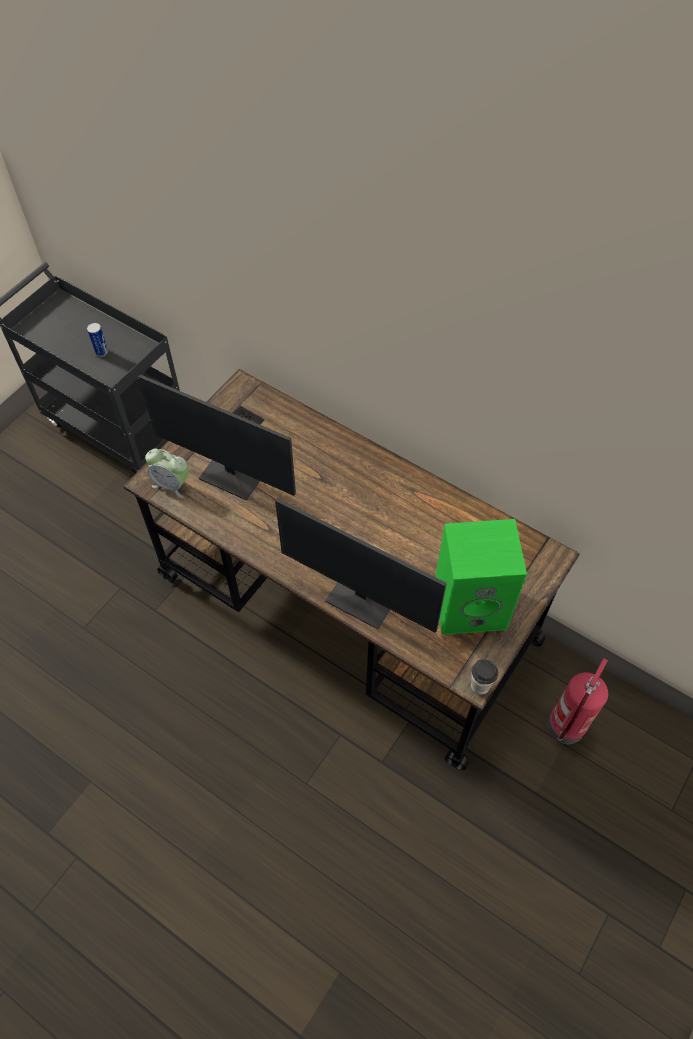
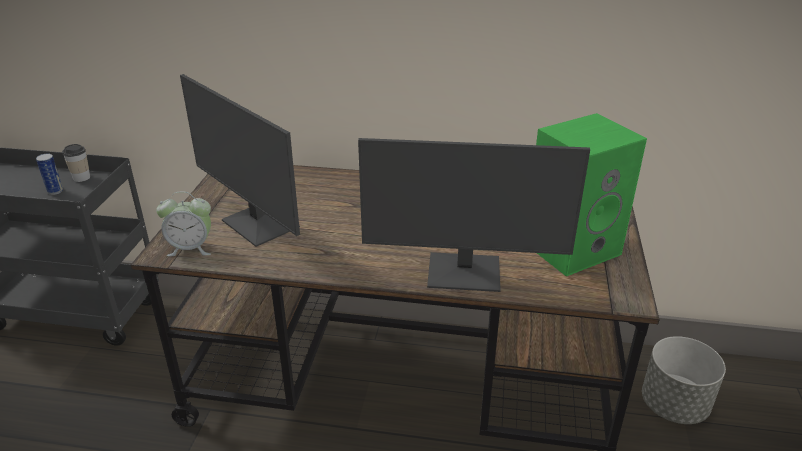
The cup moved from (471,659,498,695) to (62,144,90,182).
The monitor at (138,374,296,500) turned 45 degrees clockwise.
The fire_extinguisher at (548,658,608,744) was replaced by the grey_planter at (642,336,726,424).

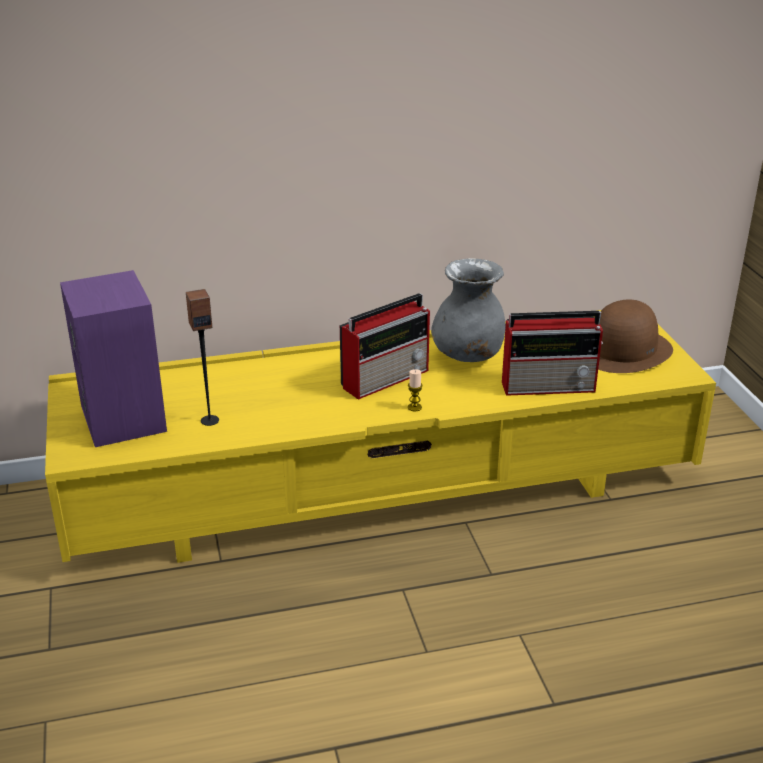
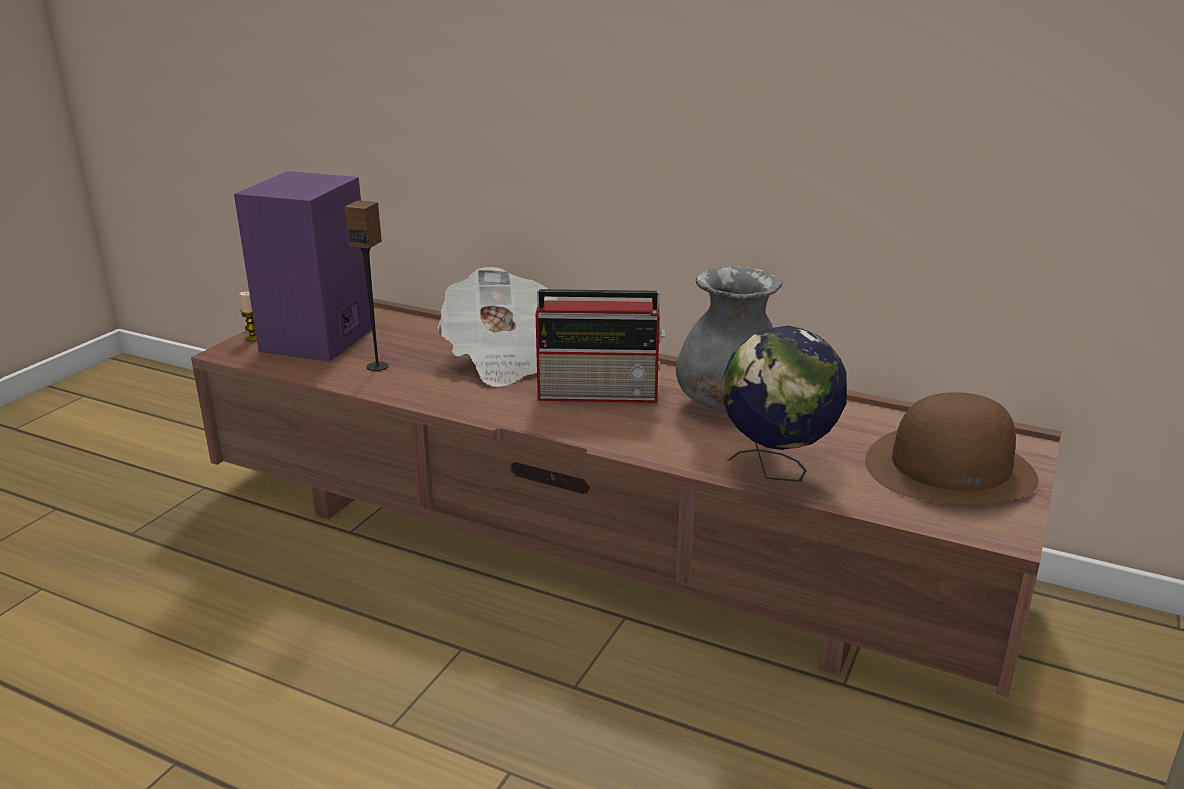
The yellow_tv_stand at (45,310,716,563) became the brown_tv_stand at (191,298,1061,698).
The candle moved from (408,369,422,412) to (239,292,257,341).
The newspaper at (438,267,559,387) appeared.
The radio at (502,311,603,396) was replaced by the globe at (722,325,847,482).

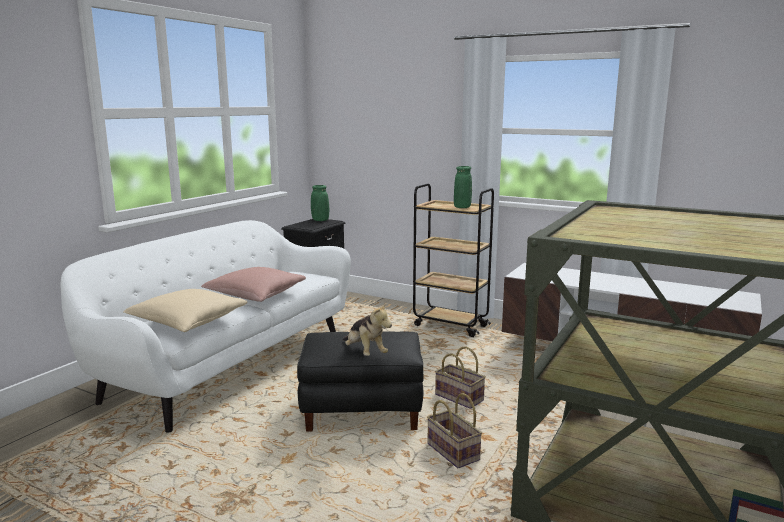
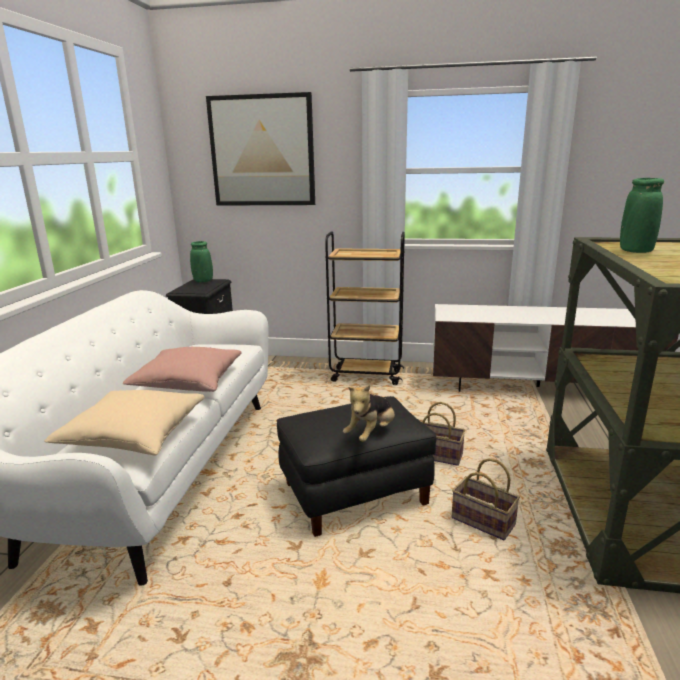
The picture at (206,92,315,206) appeared.
The plush_toy at (343,302,392,356) turned 90 degrees clockwise.
The green_vase moved from (454,166,472,208) to (620,178,664,253).

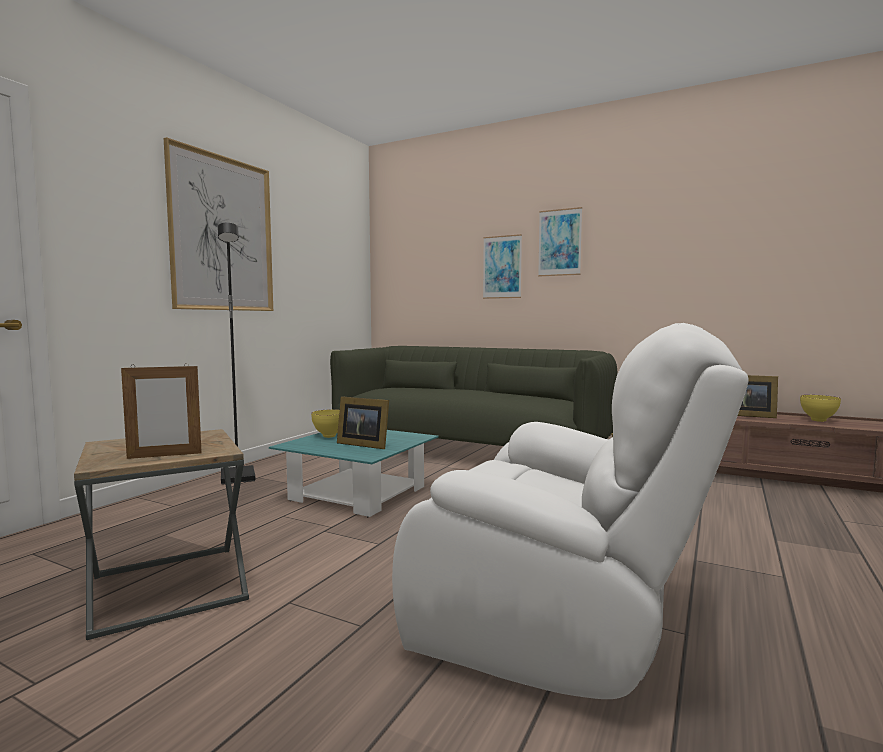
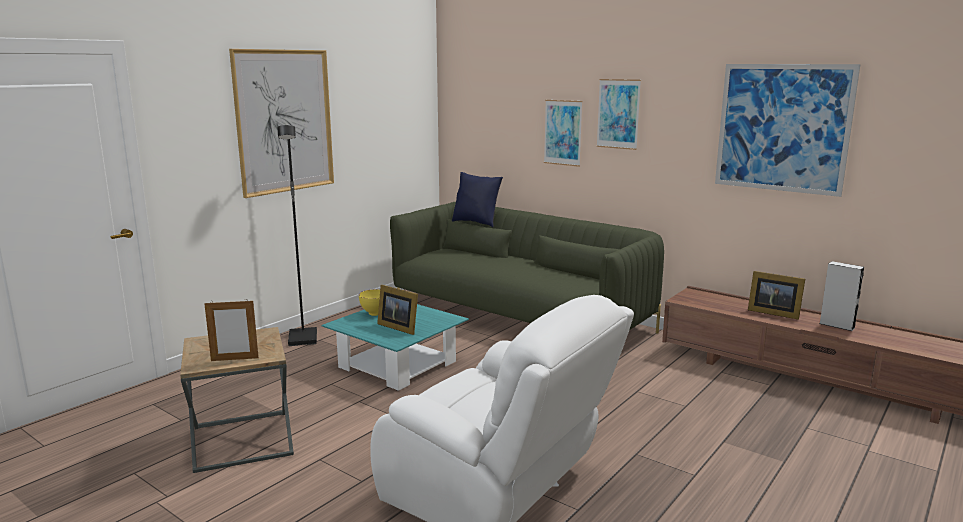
The blue_pillow at (452,172,503,227) appeared.
The picture at (715,64,860,197) appeared.
The yellow_bowl at (800,395,841,422) was replaced by the grey_speaker at (819,261,864,331).

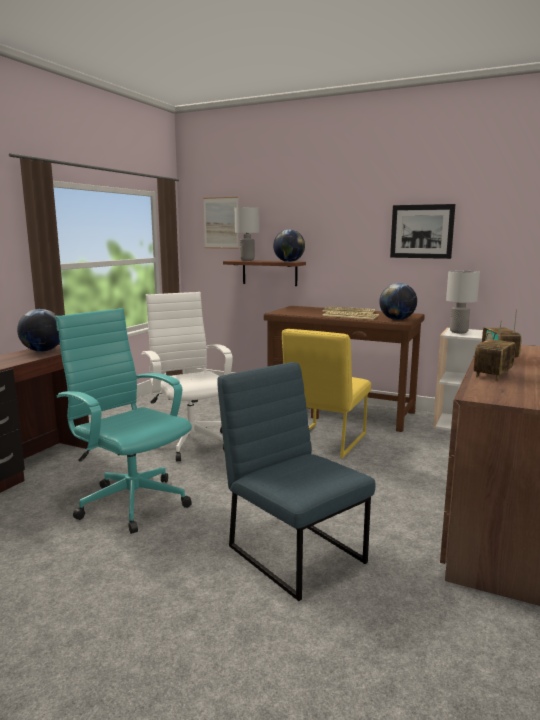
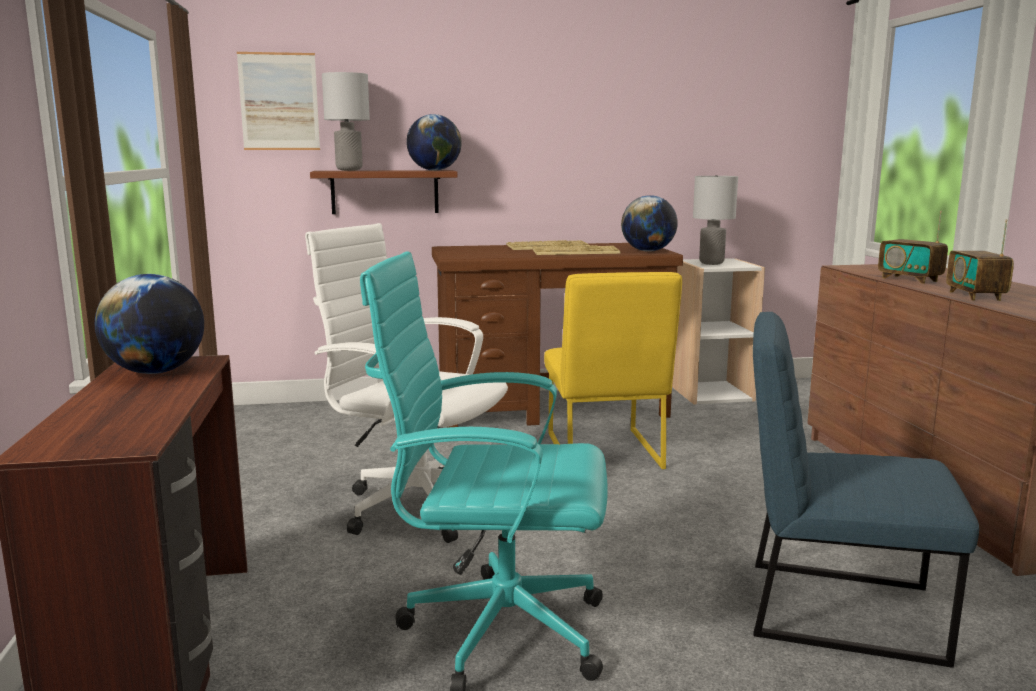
The picture at (390,204,455,259) disappeared.

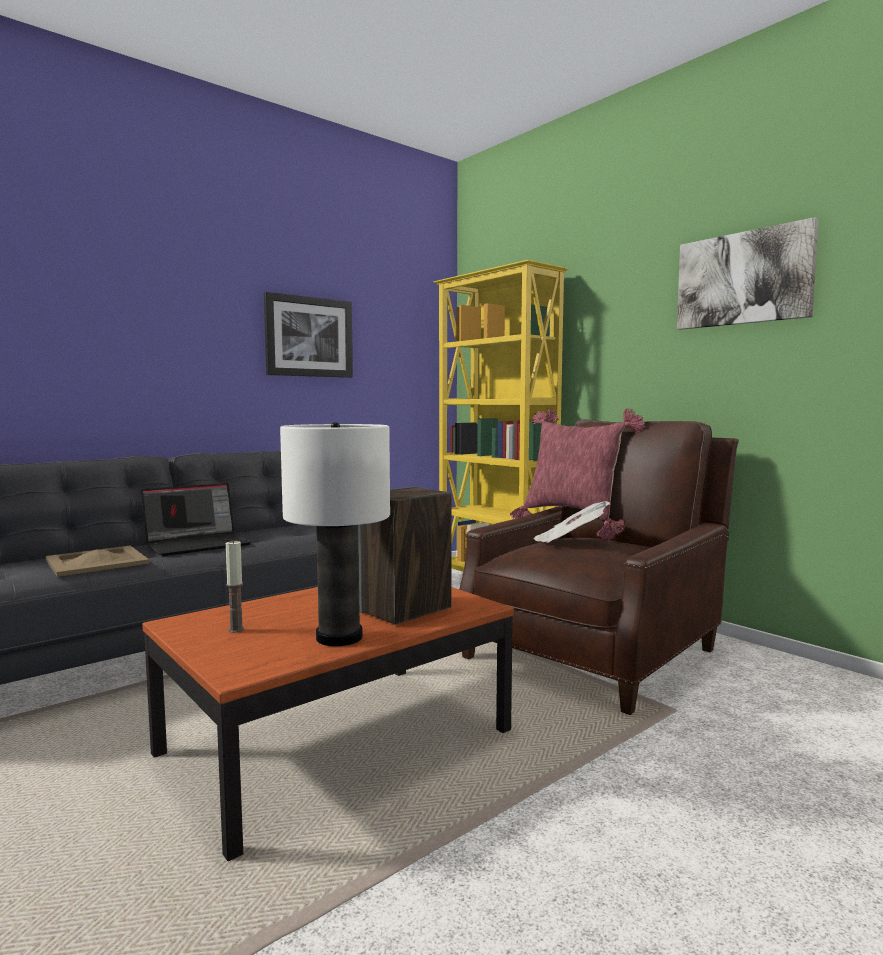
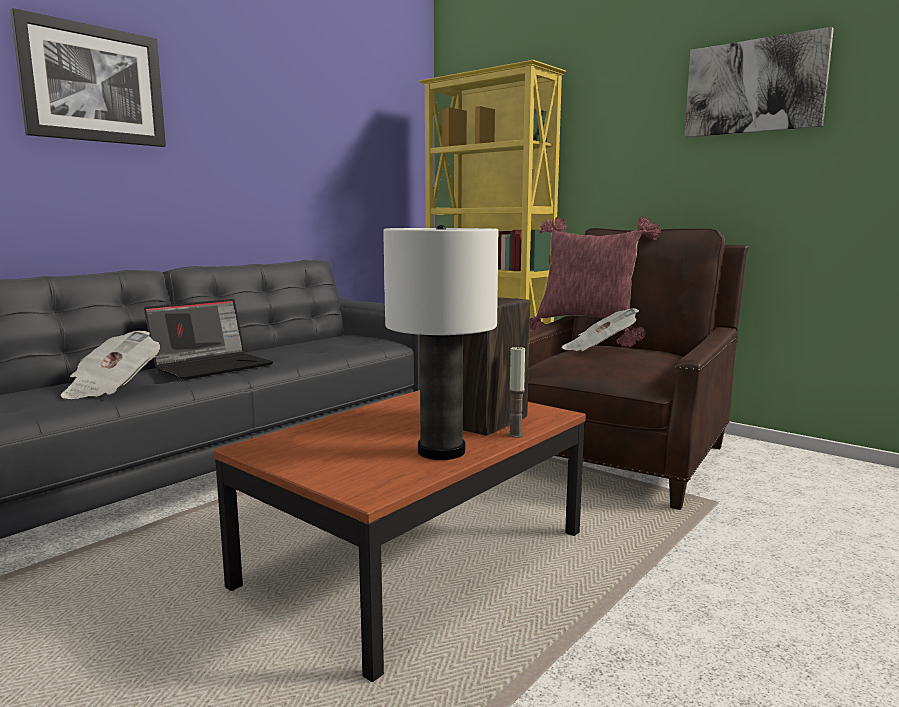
The picture moved from (264,292,353,378) to (10,8,166,147).
The beige_tray at (46,546,149,577) was replaced by the newspaper at (60,331,160,399).
The candle moved from (226,540,244,633) to (508,345,525,438).

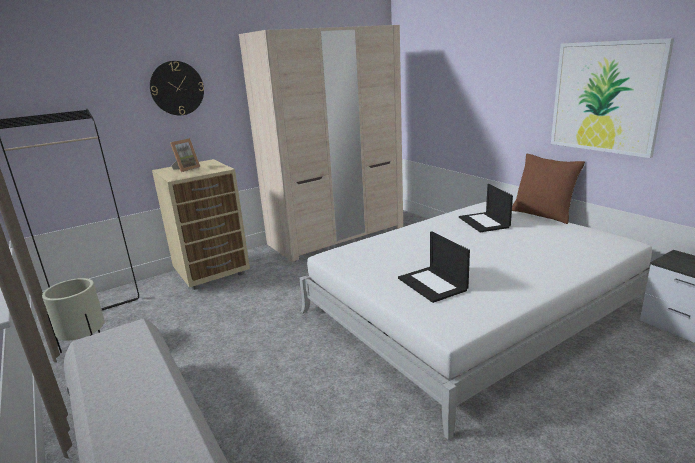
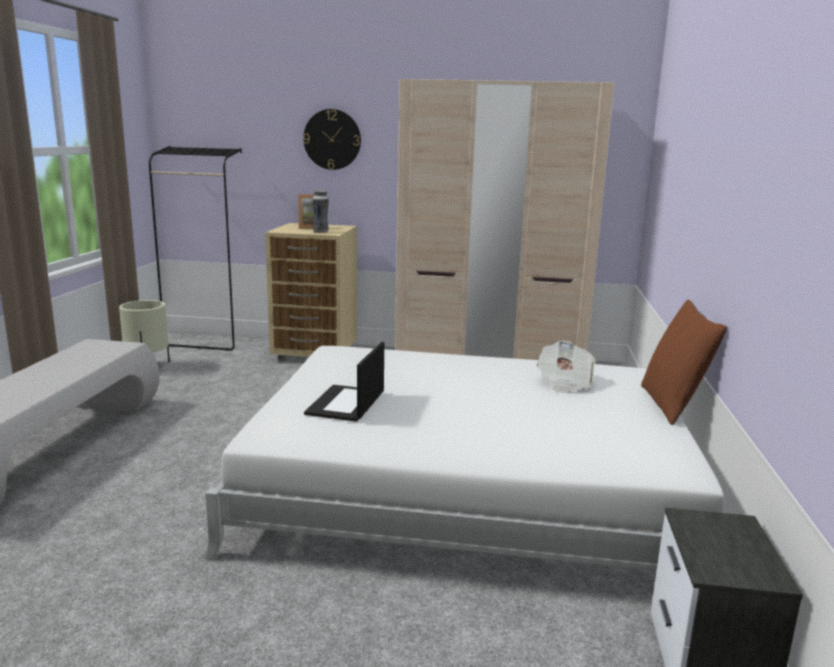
The vase at (312,191,329,233) appeared.
The laptop at (459,184,513,232) was replaced by the newspaper at (536,341,596,393).
The picture at (551,38,674,158) disappeared.

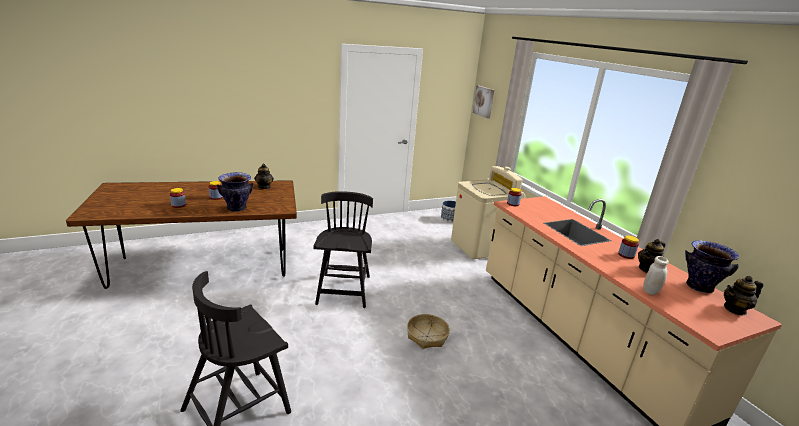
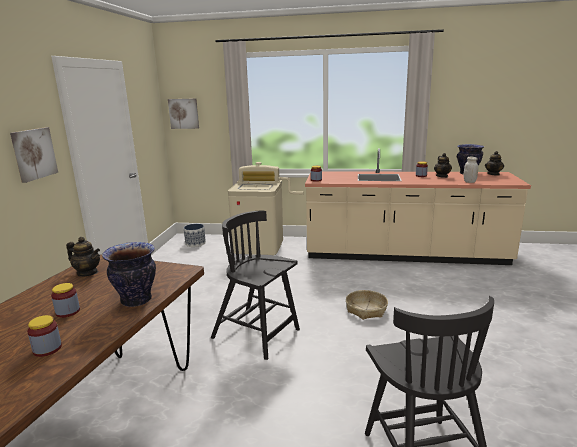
The picture at (10,127,58,183) appeared.

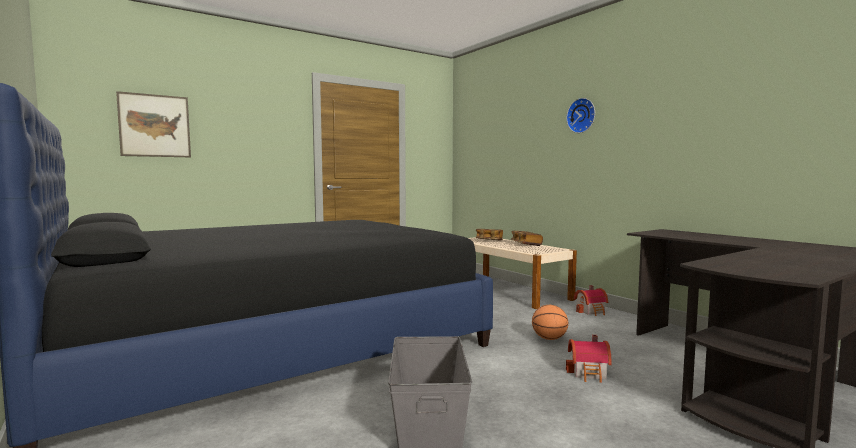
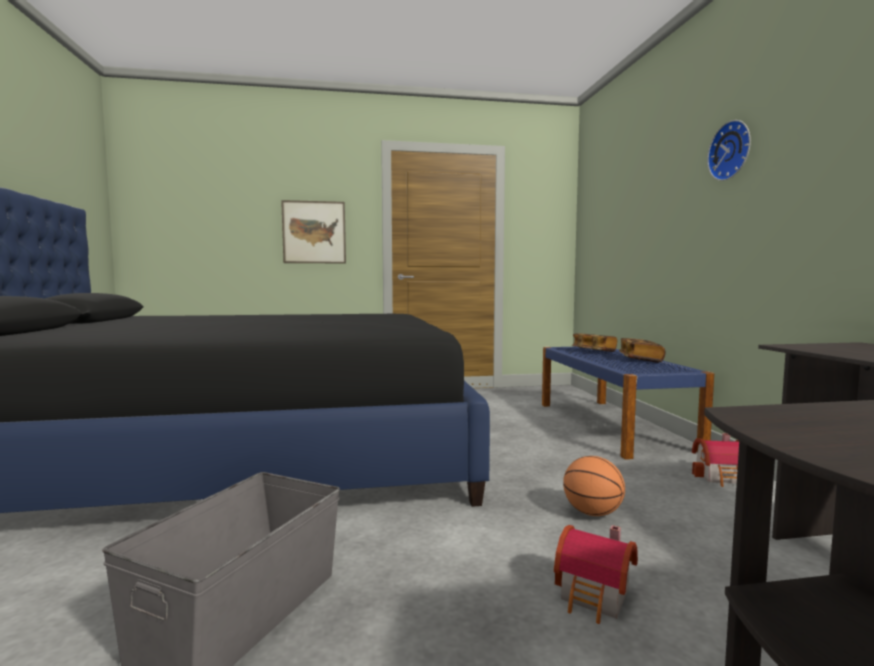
The picture moved from (116,91,191,157) to (281,200,346,263).
The beige_bench at (468,237,577,309) became the blue_bench at (542,347,714,460).

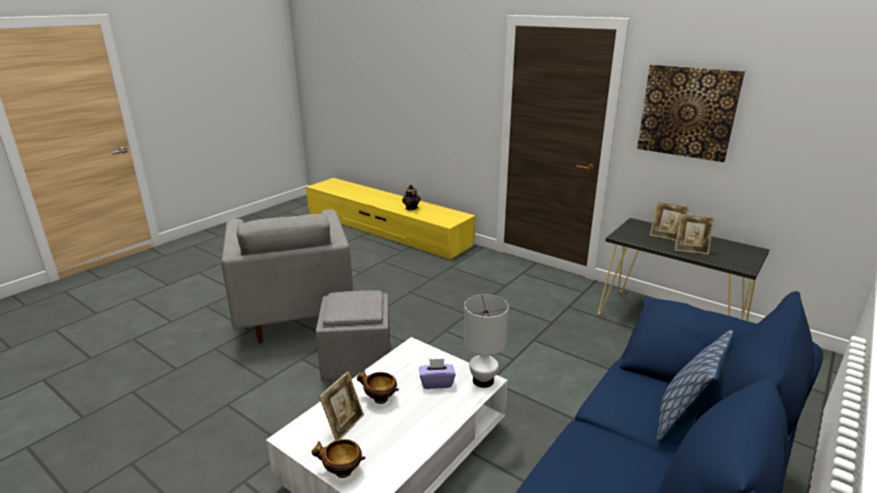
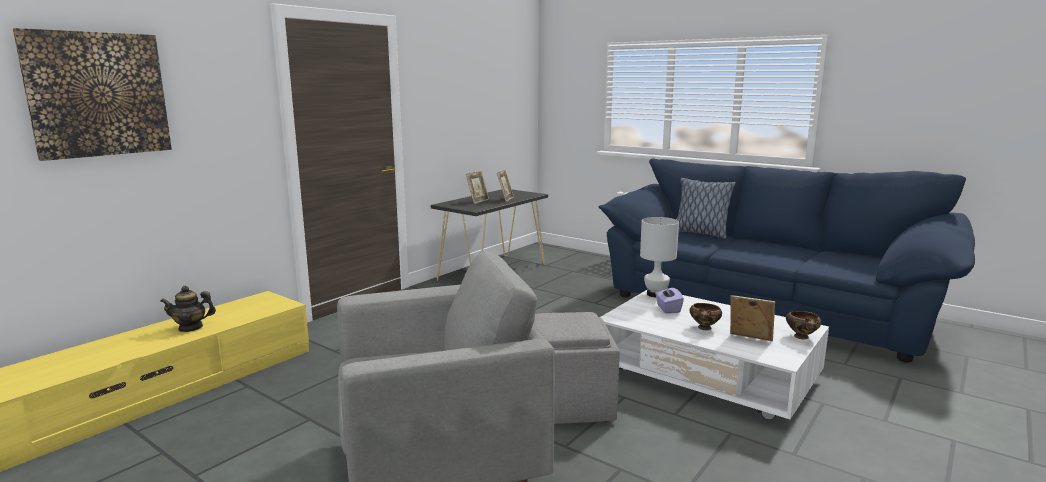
The picture moved from (637,65,745,162) to (13,28,172,161).

